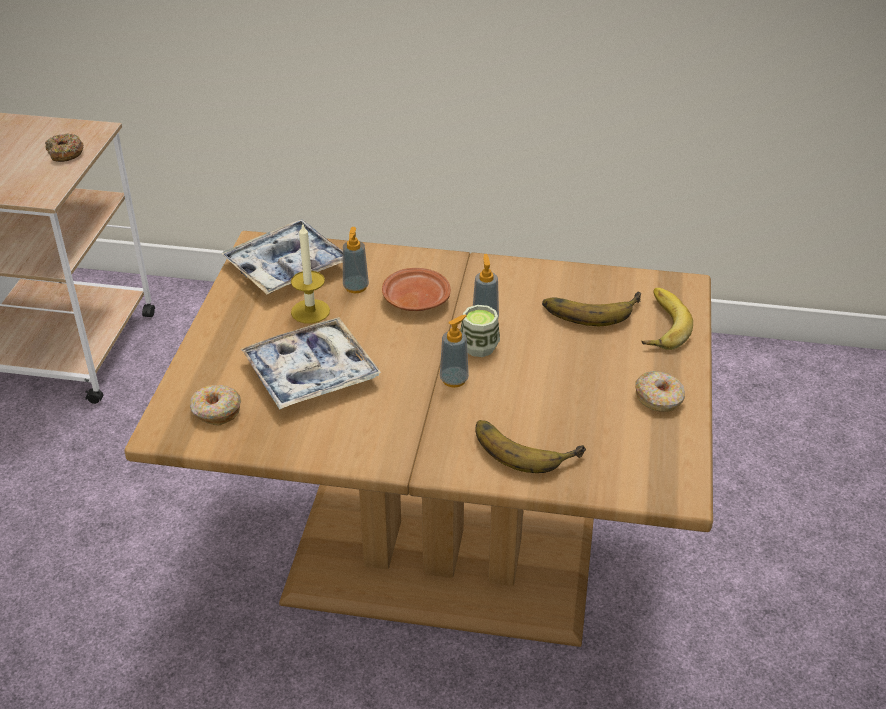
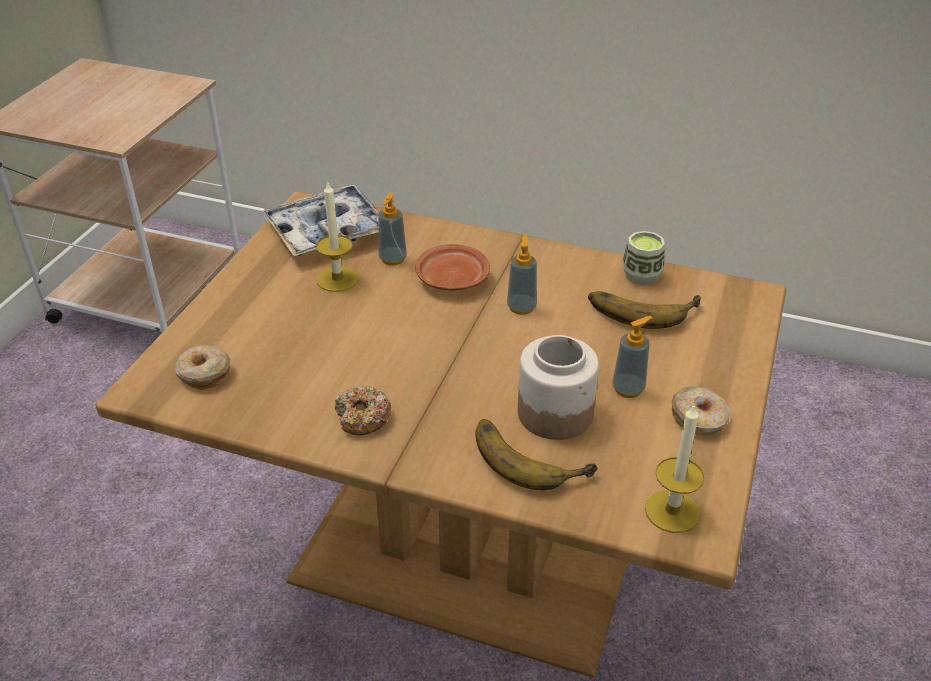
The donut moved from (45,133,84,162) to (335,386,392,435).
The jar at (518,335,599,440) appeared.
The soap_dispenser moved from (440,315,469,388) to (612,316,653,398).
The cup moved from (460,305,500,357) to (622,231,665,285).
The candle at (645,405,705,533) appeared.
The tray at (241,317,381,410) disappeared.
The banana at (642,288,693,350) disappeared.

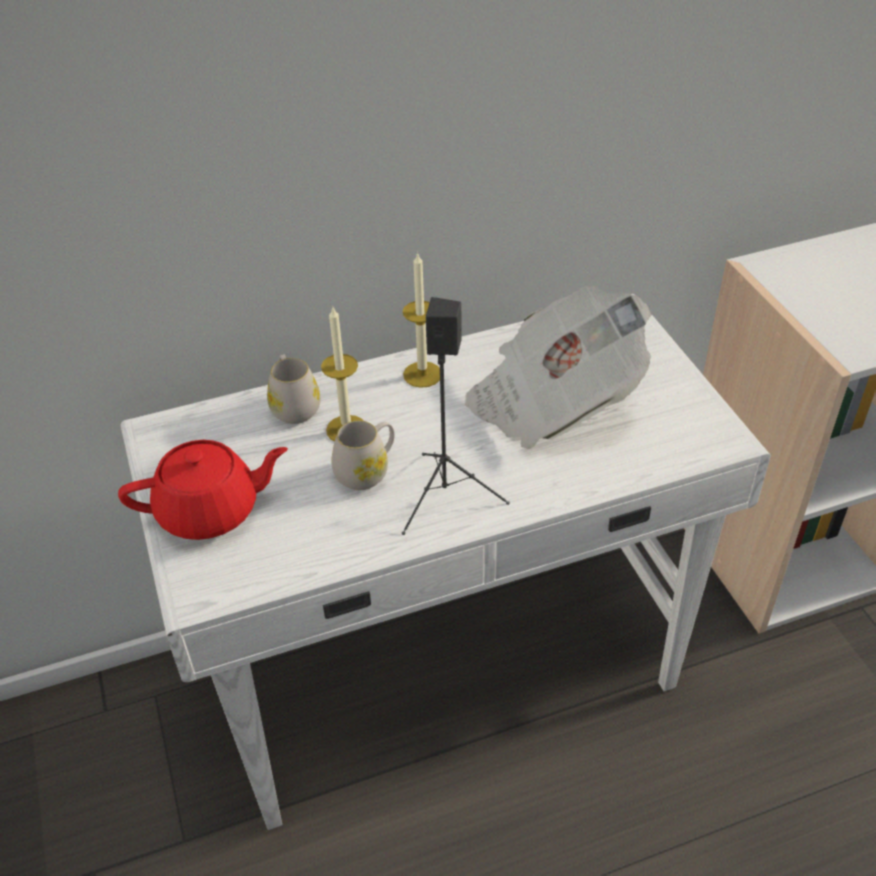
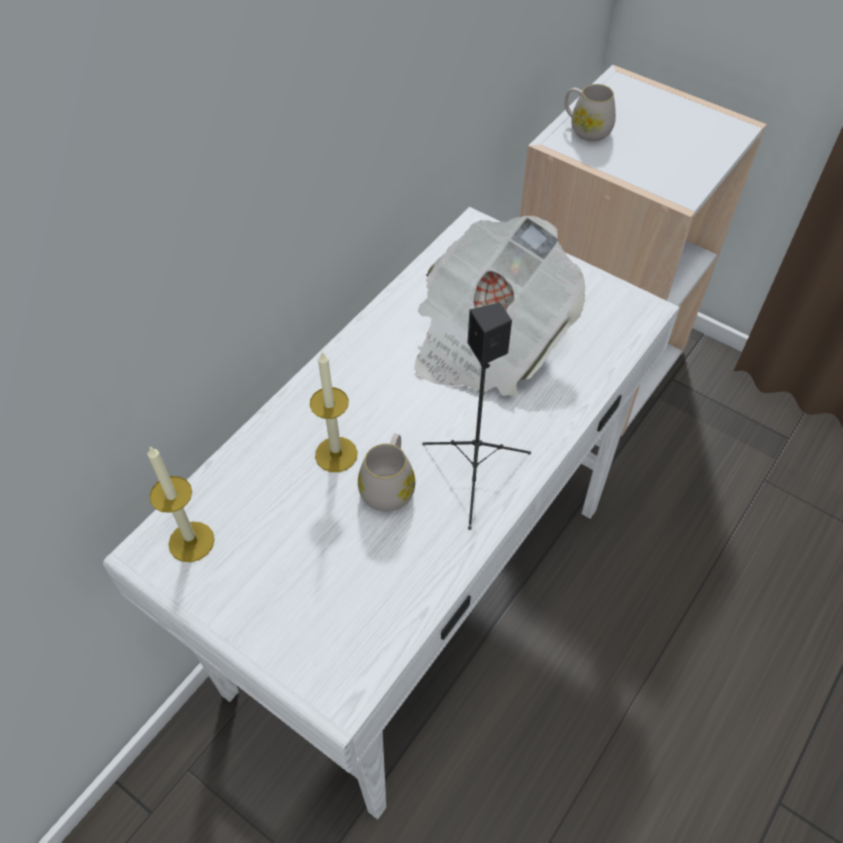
The candle moved from (403,252,440,388) to (148,446,215,562).
The white_mug moved from (267,355,320,424) to (565,84,616,142).
The red_teapot at (118,440,288,540) disappeared.

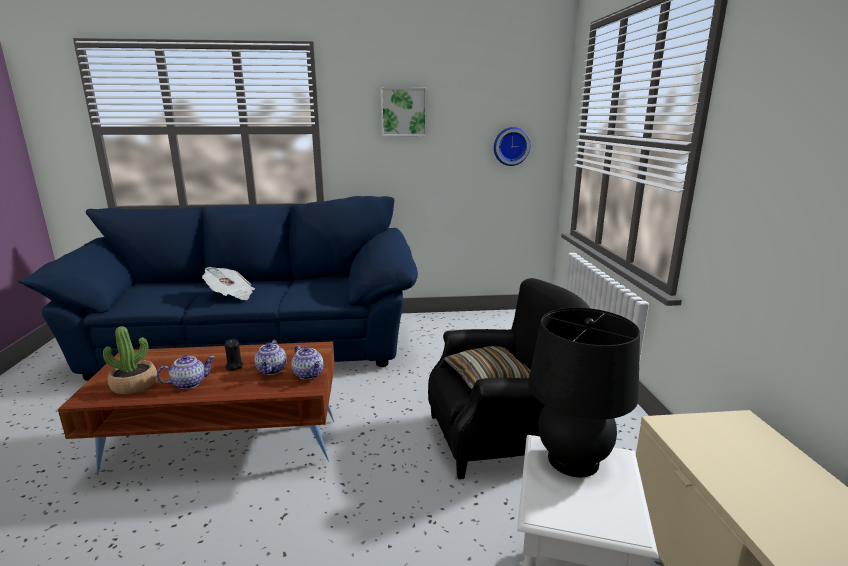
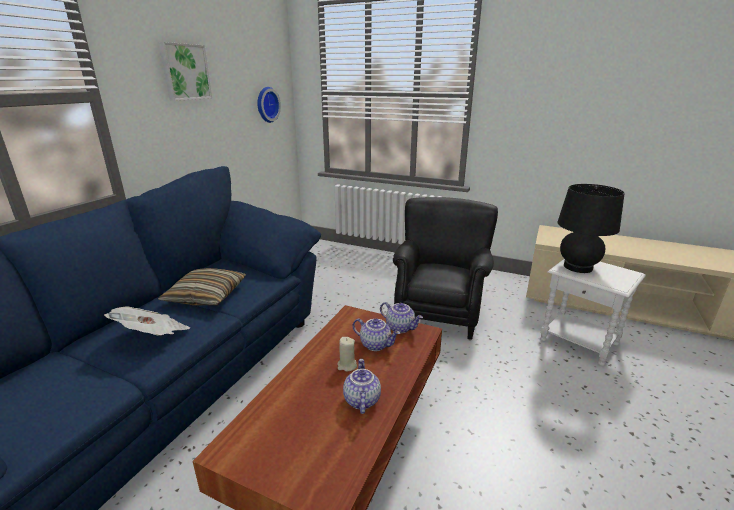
The pillow moved from (444,346,531,389) to (158,268,246,305).
The black_candle at (224,339,243,371) became the beige_candle at (337,337,357,371).
The teapot at (291,345,324,380) turned 45 degrees clockwise.
The potted_plant at (103,326,157,394) disappeared.

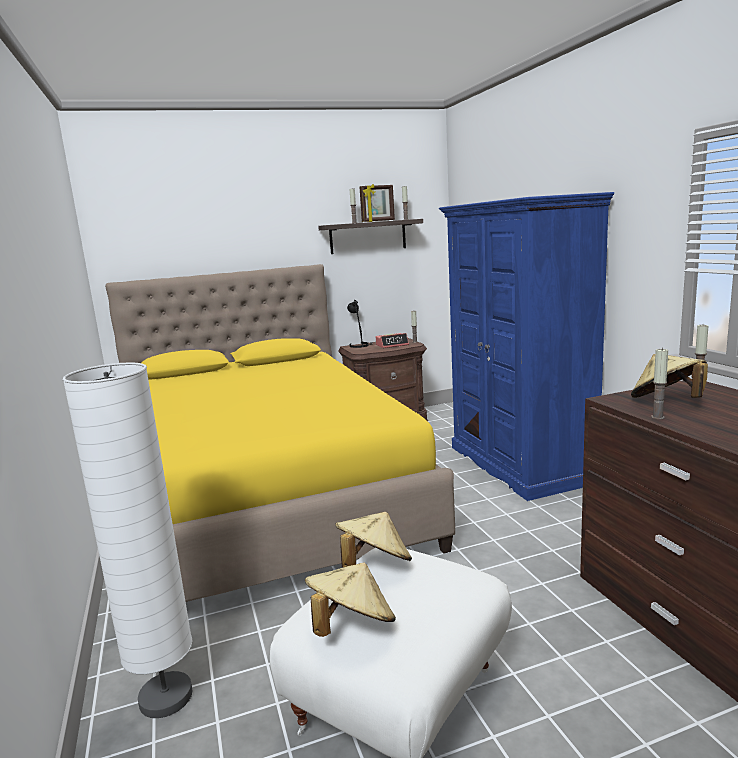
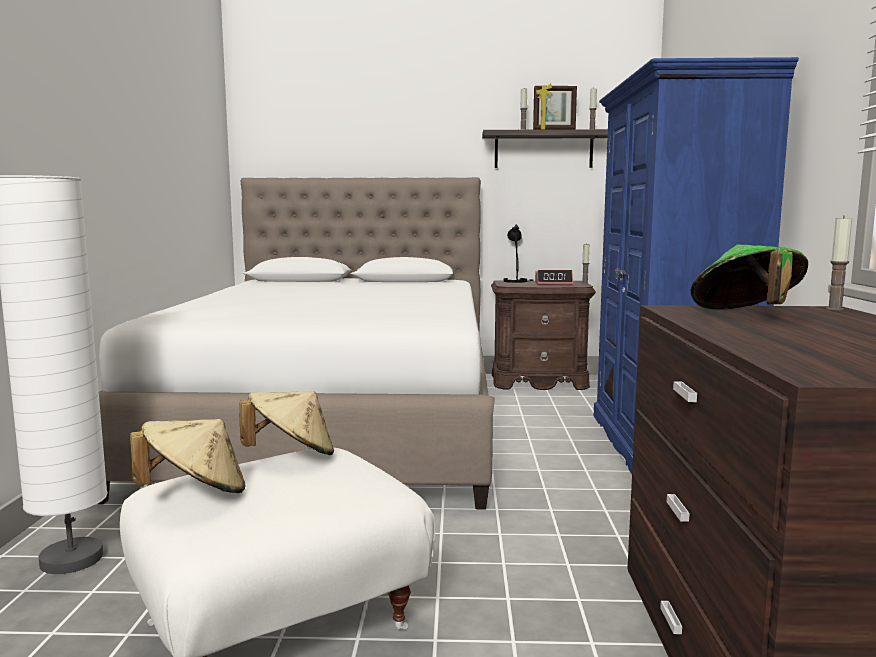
The yellow_bed at (105,264,455,602) became the white_bed at (98,177,495,509).
The beige_hat at (631,354,708,398) became the green_hat at (690,244,808,310).
The candle at (651,348,668,419) disappeared.

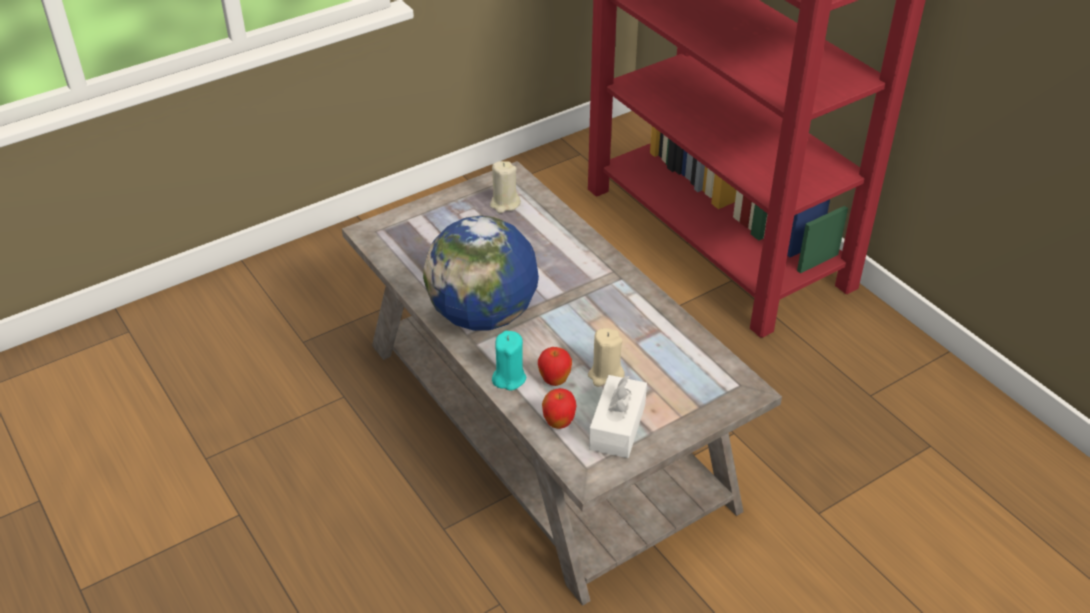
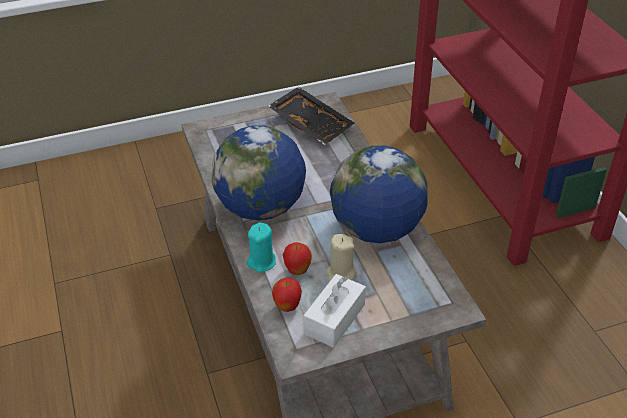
The beige_candle at (490,161,521,213) was replaced by the black_tray at (268,87,354,145).
The globe at (330,145,428,243) appeared.

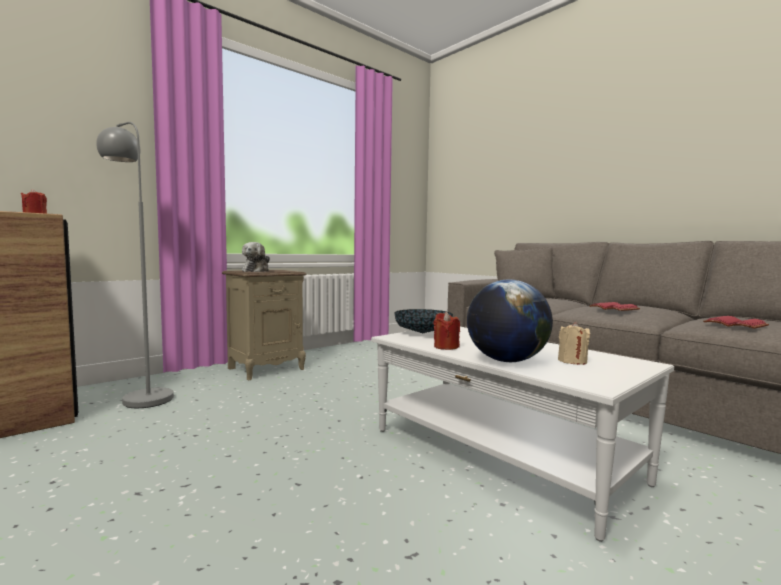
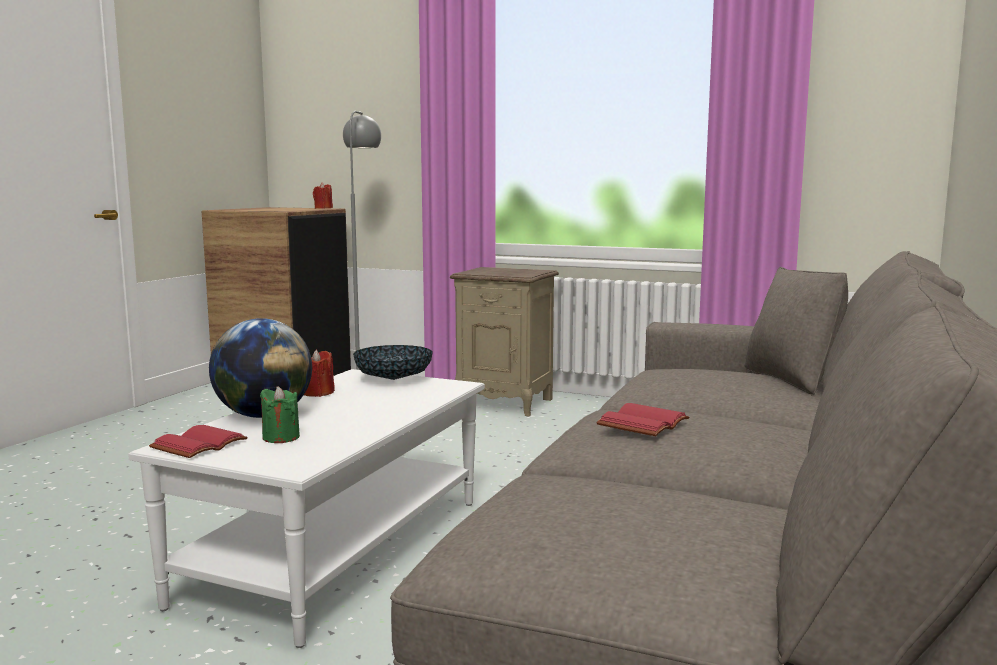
The red_book moved from (703,316,769,329) to (149,425,248,458).
The beige_candle at (558,322,590,365) became the green_candle at (260,386,300,443).
The plush_toy at (242,242,270,272) disappeared.

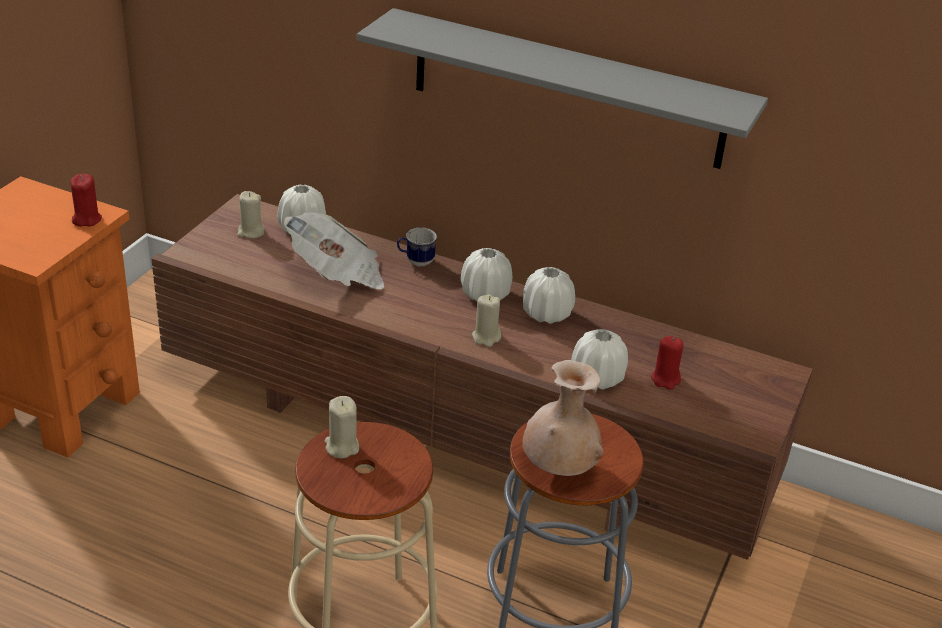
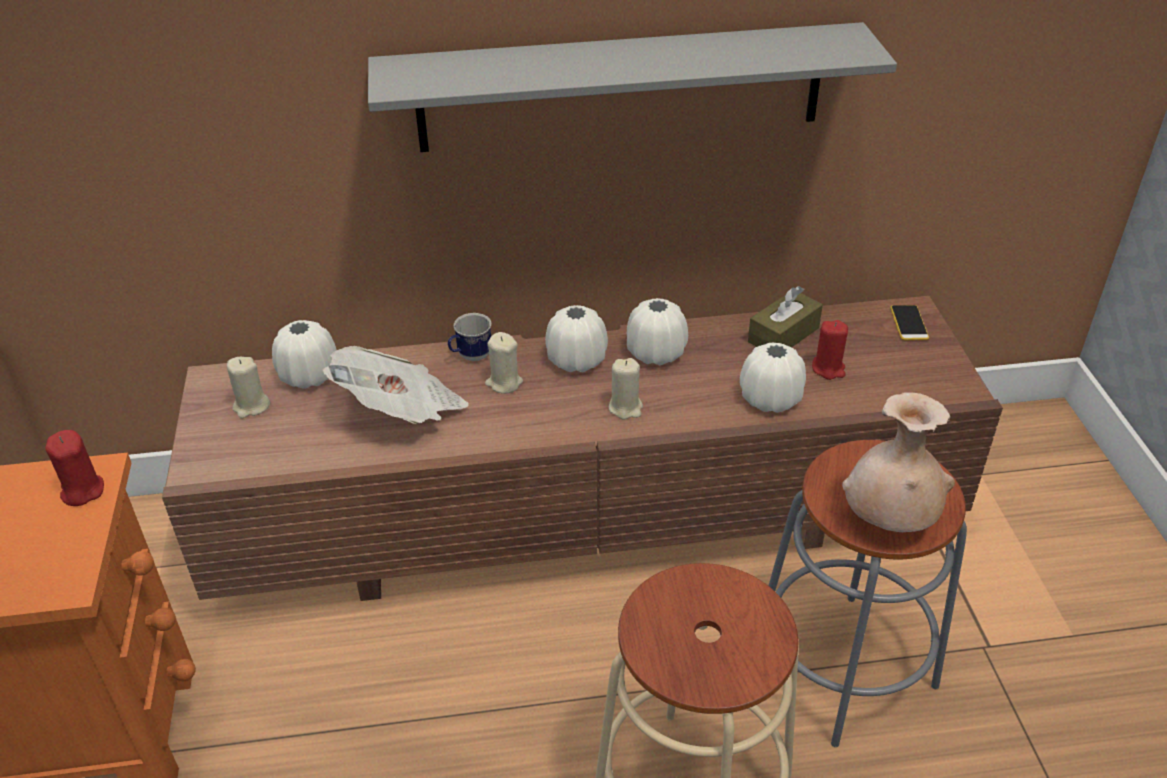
The beige_candle moved from (325,396,359,458) to (485,332,523,394).
The brown_tissue_box at (748,286,823,348) appeared.
The phone at (890,305,929,340) appeared.

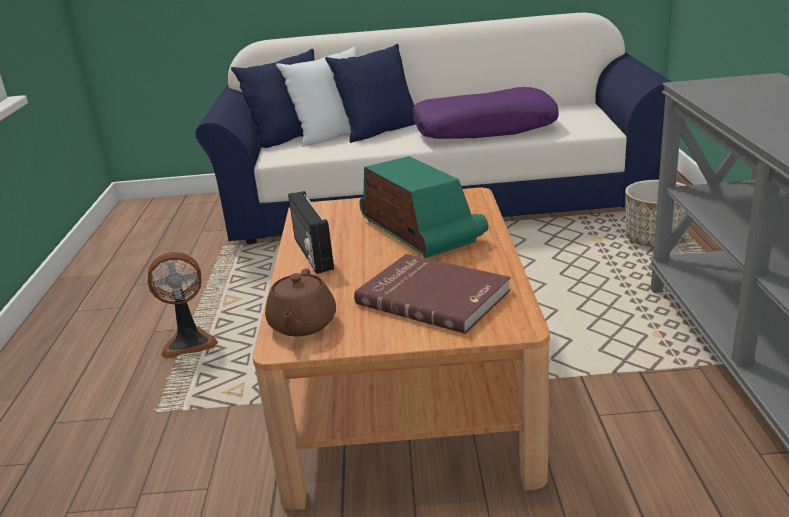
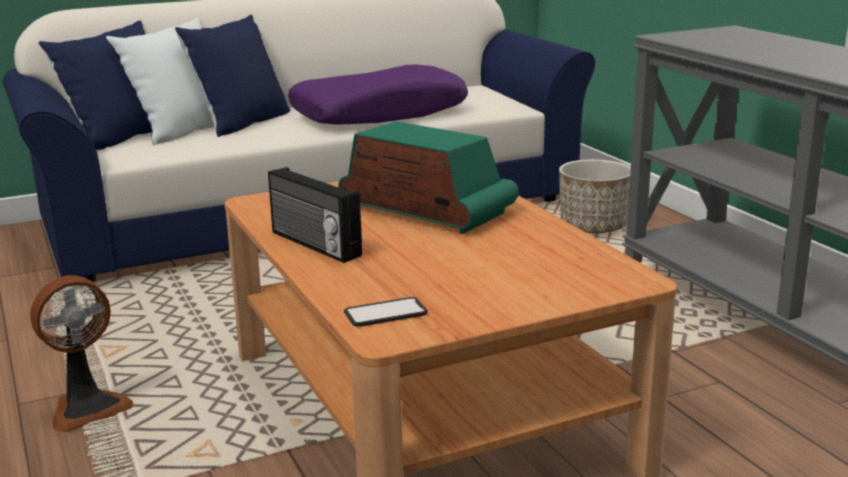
The brown_teapot at (265,269,336,337) was replaced by the phone at (344,297,428,327).
The red_book at (354,254,511,334) disappeared.

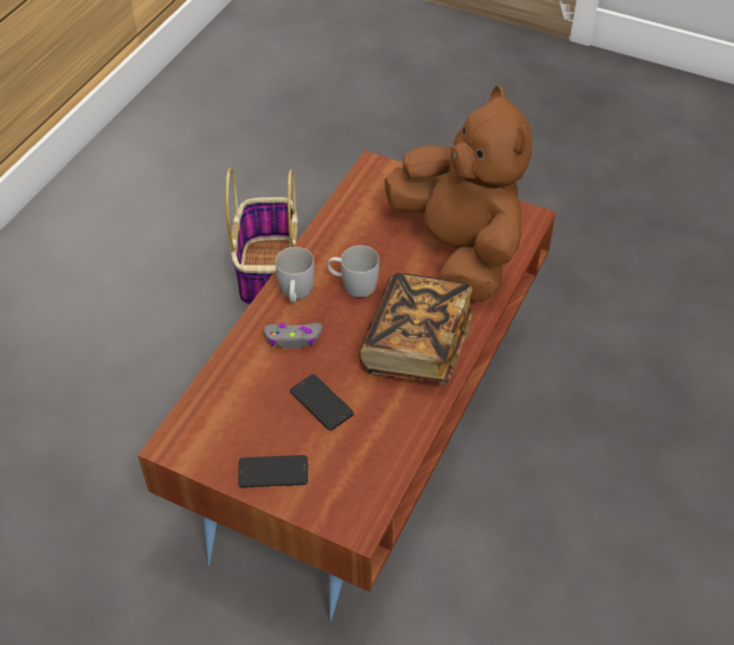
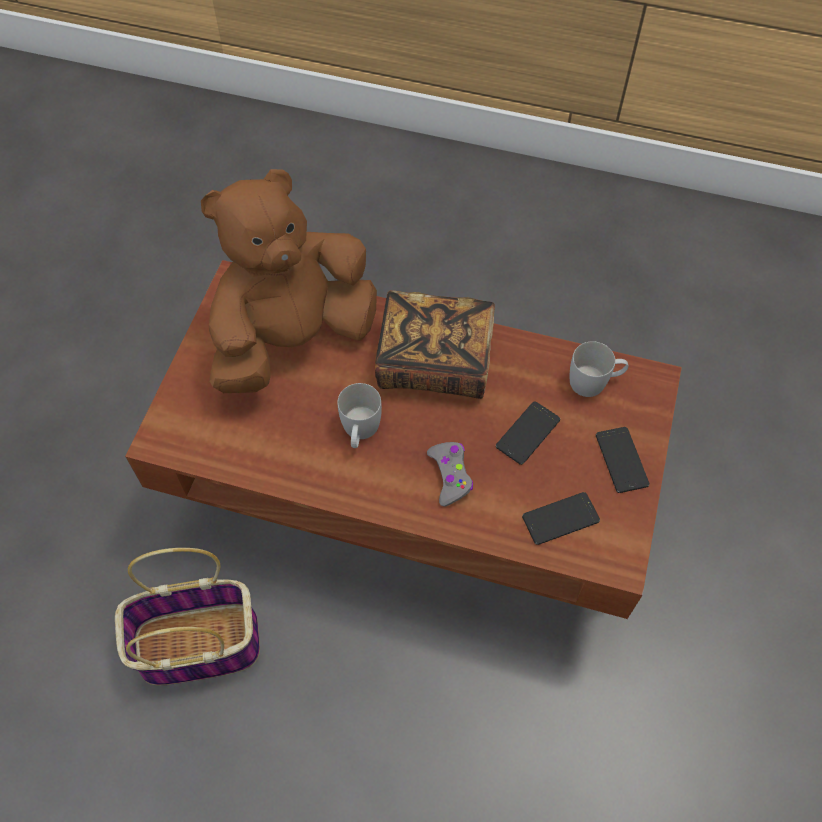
The phone at (522,492,600,545) appeared.
The white_mug moved from (275,247,314,303) to (570,341,628,397).

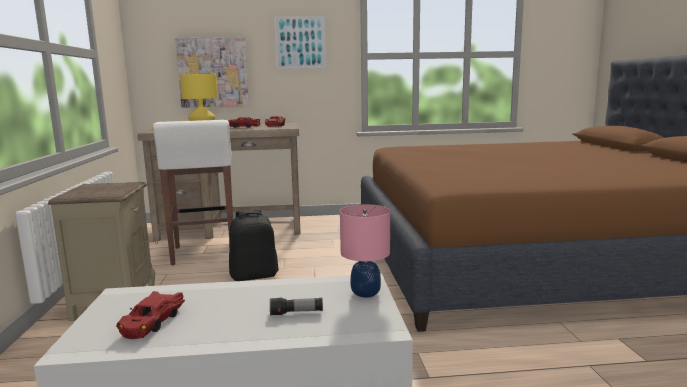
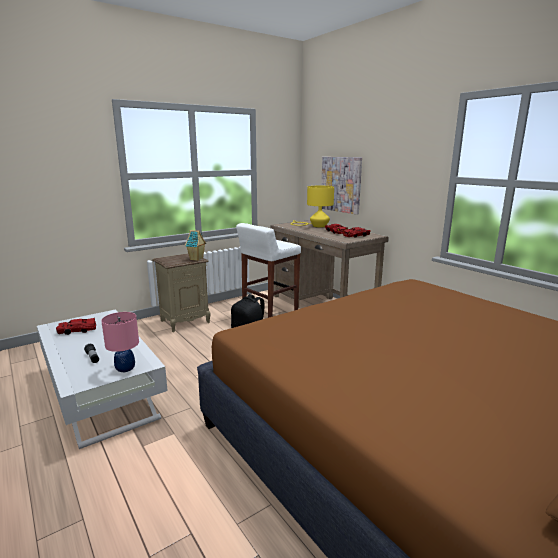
The toy_house at (185,230,206,261) appeared.
The picture at (274,16,326,69) disappeared.

